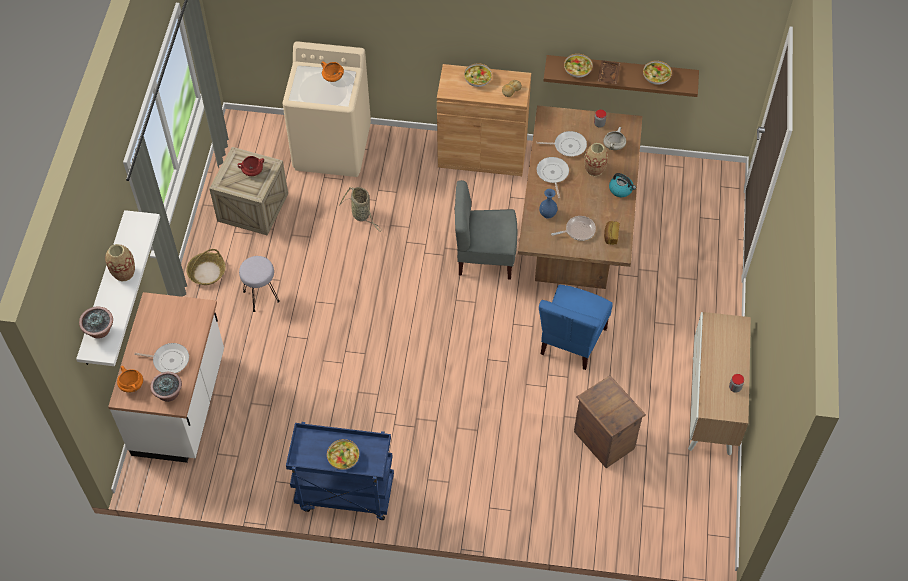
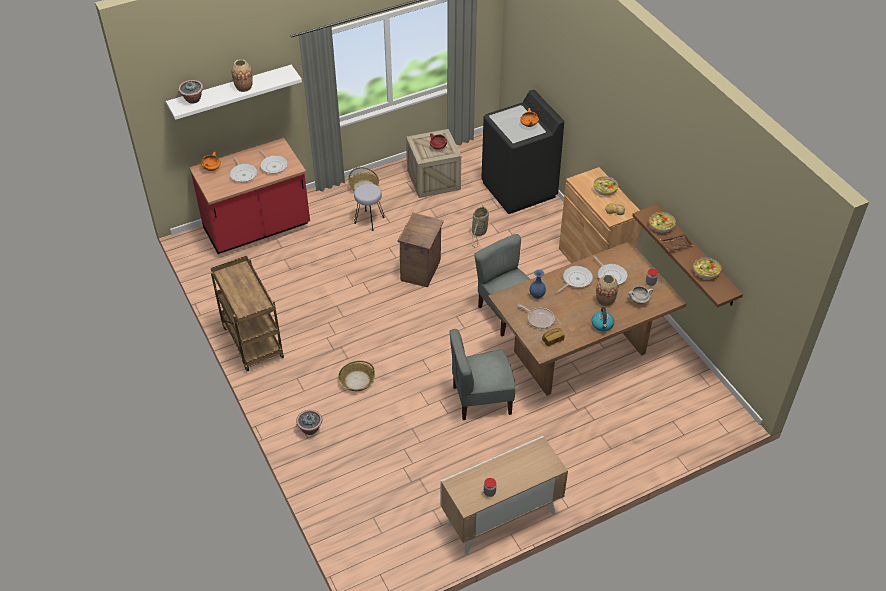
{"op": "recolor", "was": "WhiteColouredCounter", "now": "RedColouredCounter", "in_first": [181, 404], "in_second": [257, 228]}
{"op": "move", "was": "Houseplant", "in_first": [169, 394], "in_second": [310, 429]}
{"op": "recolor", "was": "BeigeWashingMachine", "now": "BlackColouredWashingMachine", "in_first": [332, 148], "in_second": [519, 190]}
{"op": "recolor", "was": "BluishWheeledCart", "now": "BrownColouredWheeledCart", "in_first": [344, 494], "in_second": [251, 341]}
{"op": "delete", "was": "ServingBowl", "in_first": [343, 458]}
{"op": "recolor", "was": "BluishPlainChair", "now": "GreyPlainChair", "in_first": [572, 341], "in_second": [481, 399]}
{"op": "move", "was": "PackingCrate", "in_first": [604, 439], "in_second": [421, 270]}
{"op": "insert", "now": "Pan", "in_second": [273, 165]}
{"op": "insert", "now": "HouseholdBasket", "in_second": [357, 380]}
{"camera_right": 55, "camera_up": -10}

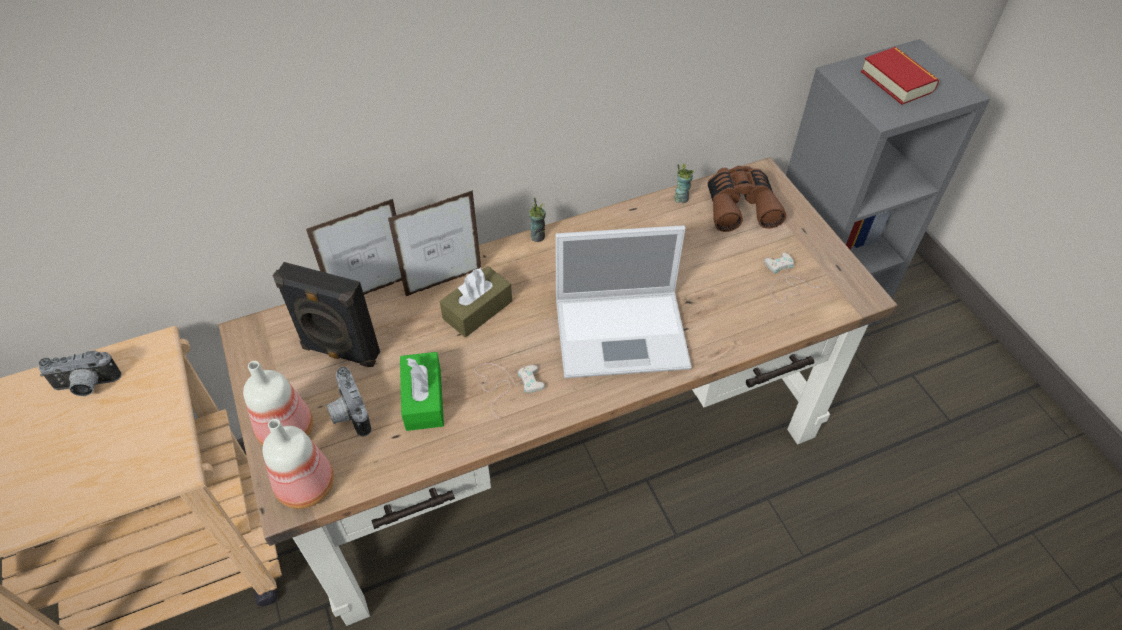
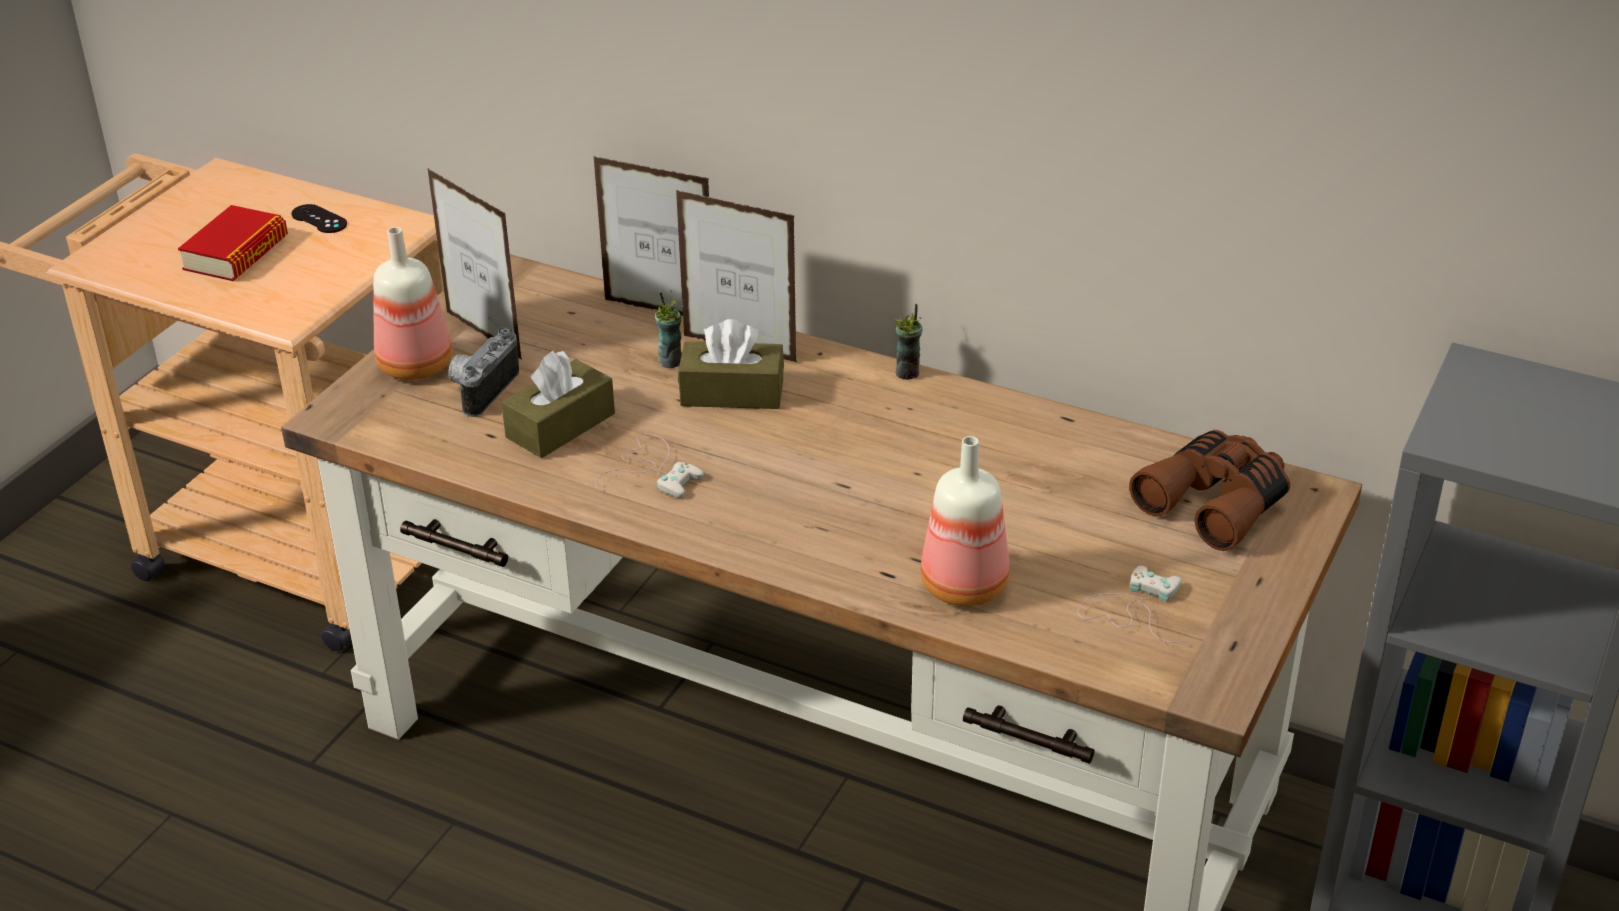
{"op": "replace", "was": "StillCamera", "now": "BlackColouredGamepad", "in_first": [87, 387], "in_second": [319, 219]}
{"op": "move", "was": "BeverageBottle", "in_first": [304, 484], "in_second": [963, 584]}
{"op": "delete", "was": "BlackColouredAudioSpeaker", "in_first": [339, 352]}
{"op": "recolor", "was": "GreenColouredTissueHolder", "now": "BrownColouredTissueHolder", "in_first": [423, 399], "in_second": [560, 425]}
{"op": "delete", "was": "Laptop", "in_first": [624, 332]}
{"op": "move", "was": "SmallCup", "in_first": [681, 198], "in_second": [670, 361]}
{"op": "move", "was": "BoundBook", "in_first": [897, 81], "in_second": [236, 253]}
{"op": "insert", "now": "PhotoFrame", "in_second": [483, 335]}
{"camera_right": 50, "camera_up": -15}

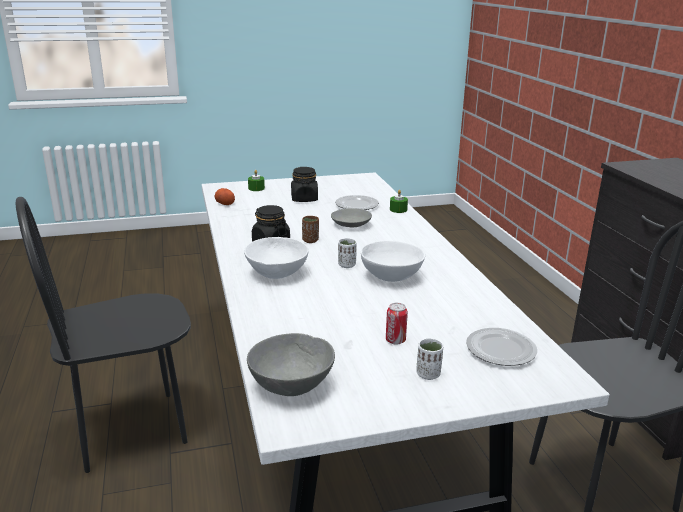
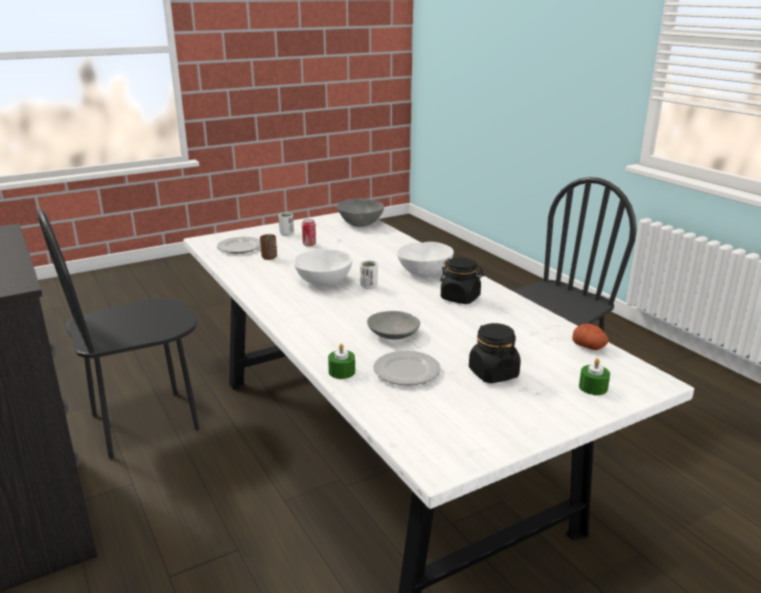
{"op": "move", "was": "BrownColouredSmallCup", "in_first": [310, 240], "in_second": [269, 257]}
{"camera_right": 165, "camera_up": 0}

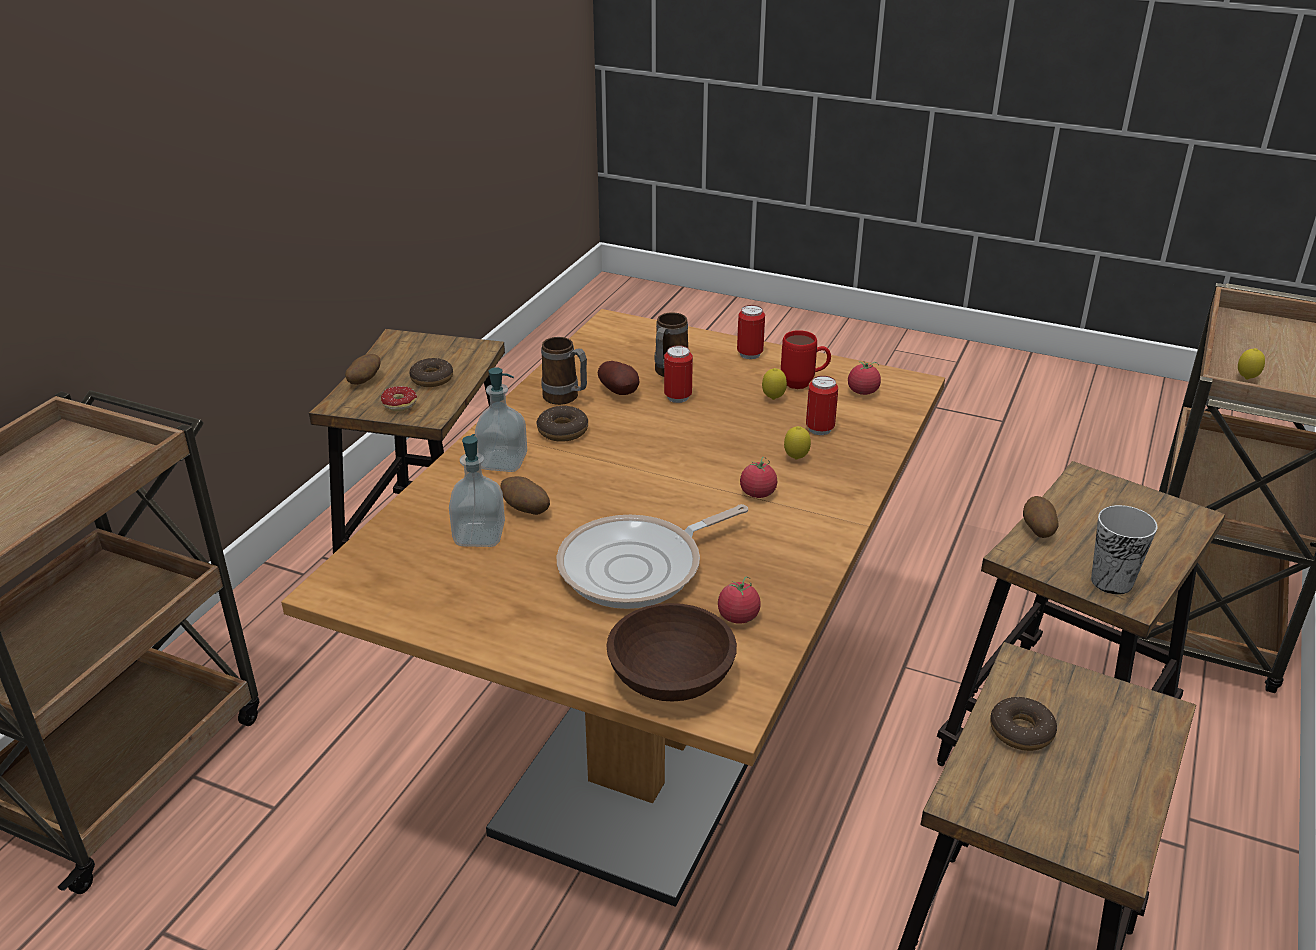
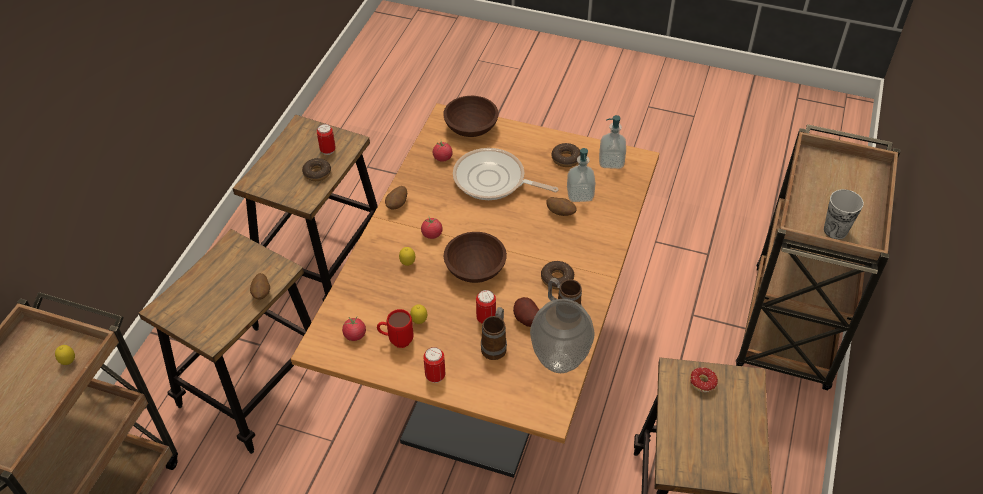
{"op": "move", "was": "WholePotato", "in_first": [364, 381], "in_second": [397, 205]}
{"op": "move", "was": "Donut", "in_first": [432, 379], "in_second": [566, 158]}
{"op": "move", "was": "LiquidSoapBottle", "in_first": [503, 462], "in_second": [611, 161]}
{"op": "rotate", "was": "Pan", "in_first": [638, 568], "in_second": [493, 181], "clockwise": -120}
{"op": "move", "was": "MetalCan", "in_first": [819, 429], "in_second": [328, 150]}
{"op": "move", "was": "SmallCup", "in_first": [1111, 581], "in_second": [835, 230]}
{"op": "insert", "now": "BrownColouredServingBowl", "in_second": [474, 269]}
{"op": "insert", "now": "FlowerVase", "in_second": [559, 361]}
{"camera_right": 175, "camera_up": 15}

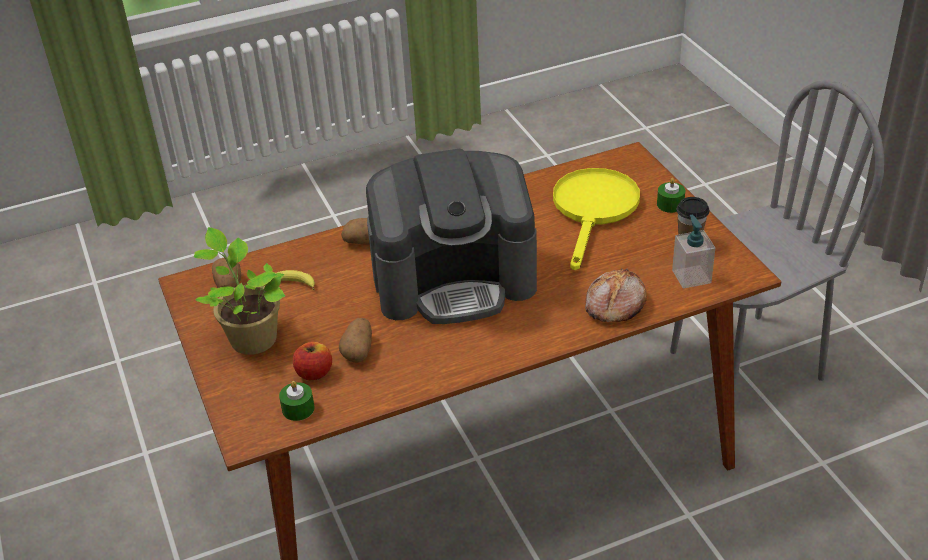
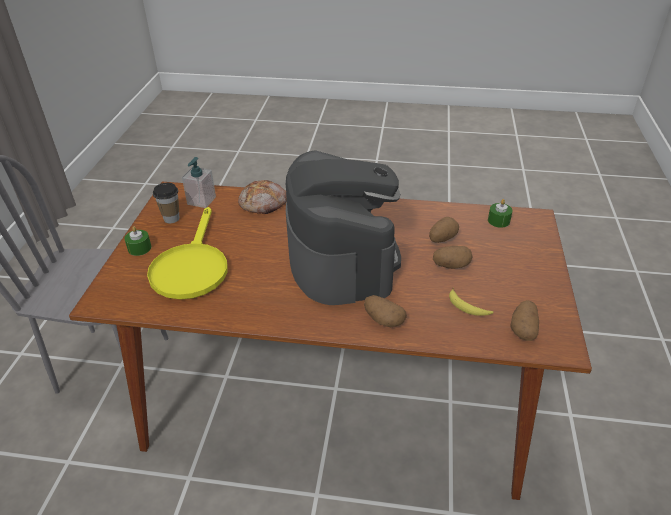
{"op": "delete", "was": "Houseplant", "in_first": [251, 338]}
{"op": "delete", "was": "AppleFruit", "in_first": [314, 373]}
{"op": "rotate", "was": "CoffeeBrewer", "in_first": [454, 279], "in_second": [341, 258], "clockwise": 60}
{"op": "rotate", "was": "YellowPan", "in_first": [594, 210], "in_second": [191, 267], "clockwise": -45}
{"op": "insert", "now": "WholePotato", "in_second": [451, 265]}
{"camera_right": -150, "camera_up": 0}

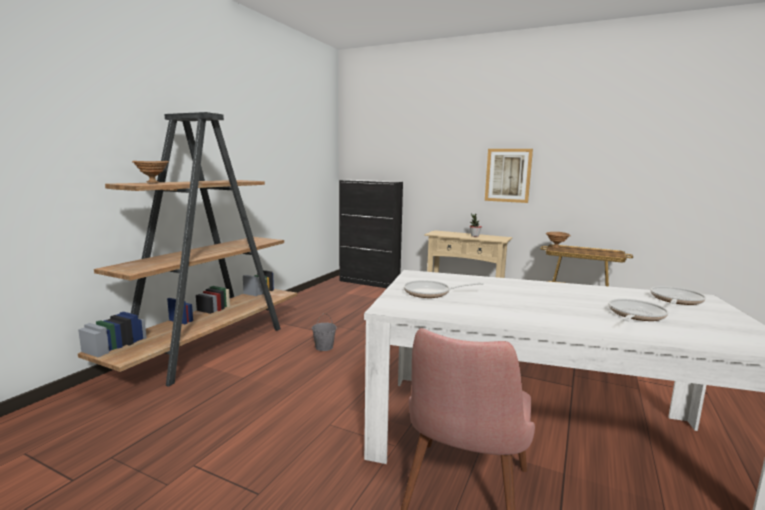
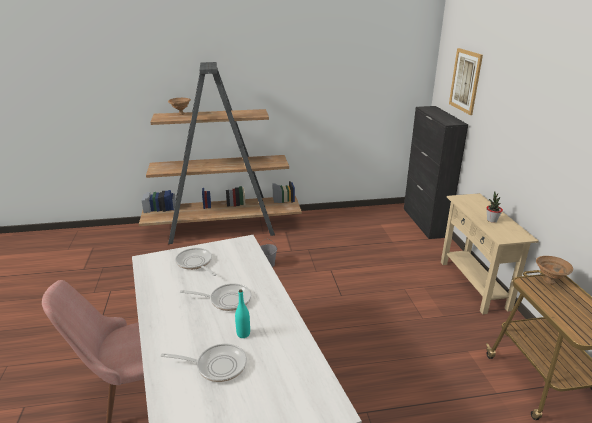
{"op": "move", "was": "WallArt", "in_first": [508, 175], "in_second": [465, 81]}
{"op": "move", "was": "Pan", "in_first": [675, 300], "in_second": [226, 300]}
{"op": "insert", "now": "TurquoiseColouredBeverageBottle", "in_second": [243, 334]}
{"camera_right": 55, "camera_up": 15}

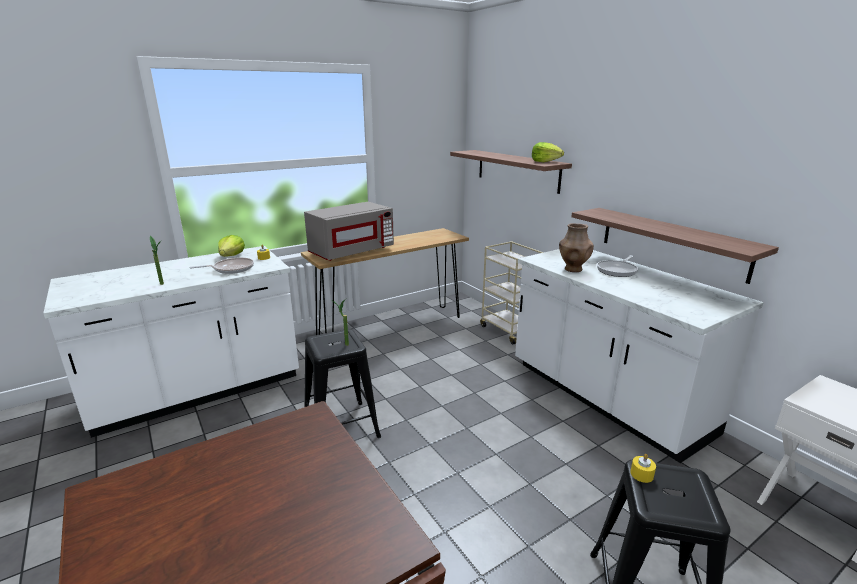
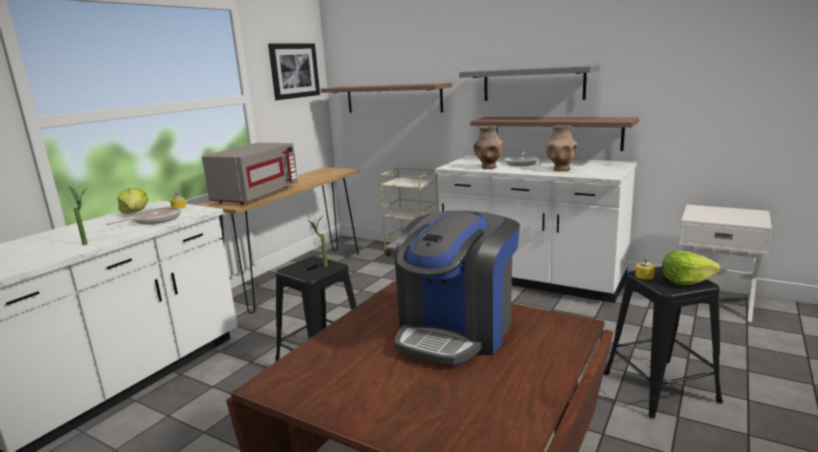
{"op": "move", "was": "HeadOfLettuce", "in_first": [545, 162], "in_second": [685, 281]}
{"op": "insert", "now": "WallArt", "in_second": [294, 71]}
{"op": "insert", "now": "CoffeeBrewer", "in_second": [456, 330]}
{"op": "insert", "now": "GreyWallShelf", "in_second": [533, 84]}
{"op": "insert", "now": "BrownColouredFlowerVase", "in_second": [561, 169]}
{"camera_right": -25, "camera_up": -5}

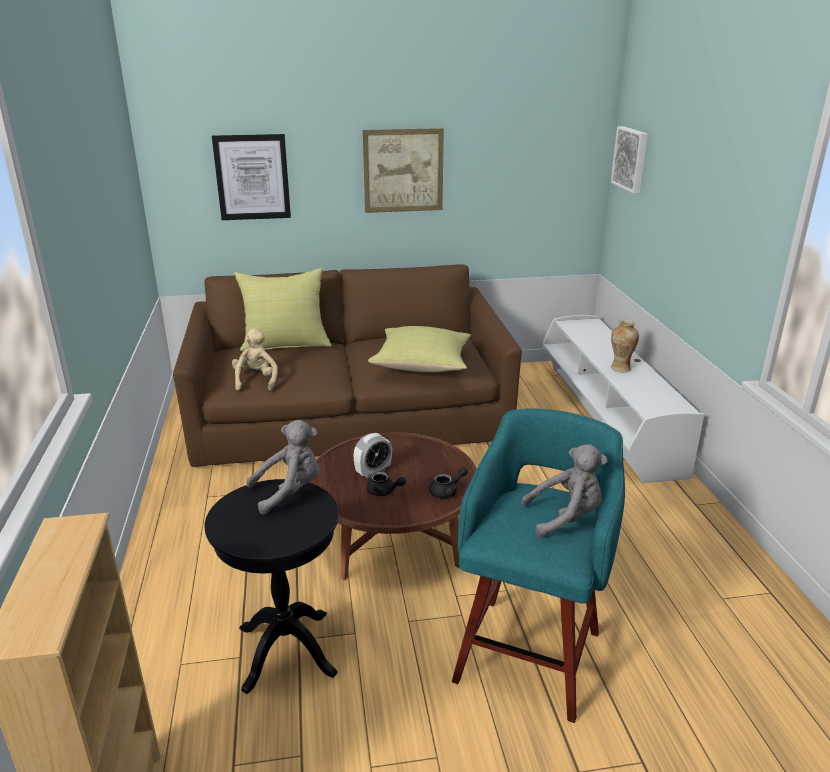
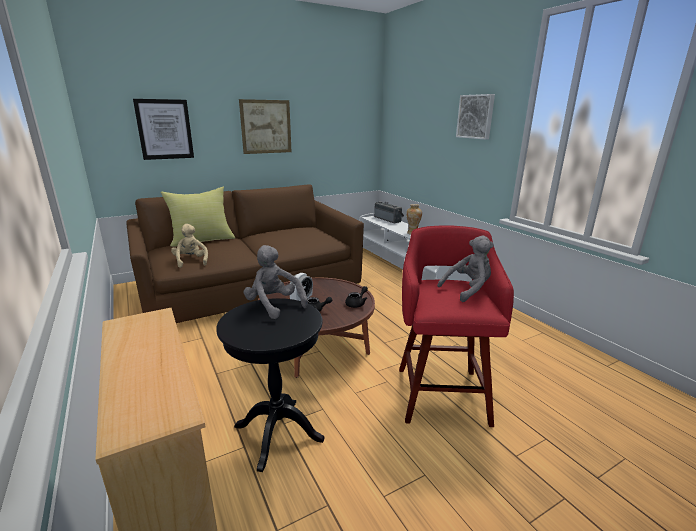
{"op": "rotate", "was": "GreyCuddlyToy", "in_first": [290, 492], "in_second": [274, 305], "clockwise": -90}
{"op": "delete", "was": "YellowThrowPillow", "in_first": [423, 365]}
{"op": "recolor", "was": "TurquoiseColouredStoolSeat", "now": "RedColouredStoolSeat", "in_first": [530, 652], "in_second": [441, 392]}
{"op": "move", "was": "WallArt", "in_first": [631, 159], "in_second": [476, 116]}
{"op": "insert", "now": "Radio", "in_second": [388, 219]}
{"camera_right": -20, "camera_up": -5}

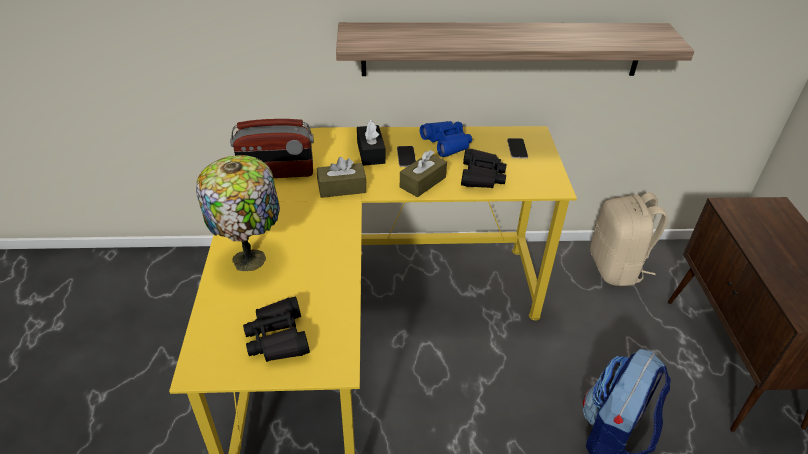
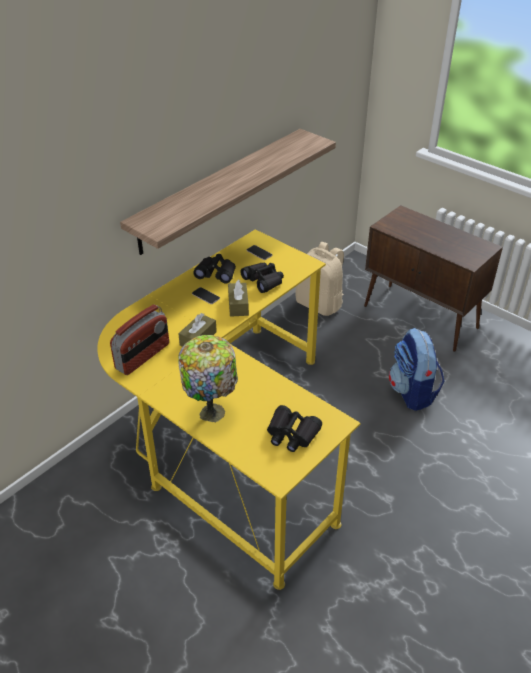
{"op": "delete", "was": "BlackColouredTissueHolder", "in_first": [371, 152]}
{"op": "recolor", "was": "BluishPairOfBinoculars", "now": "BlackColouredPairOfBinoculars", "in_first": [446, 143], "in_second": [216, 273]}
{"camera_right": -45, "camera_up": 0}

